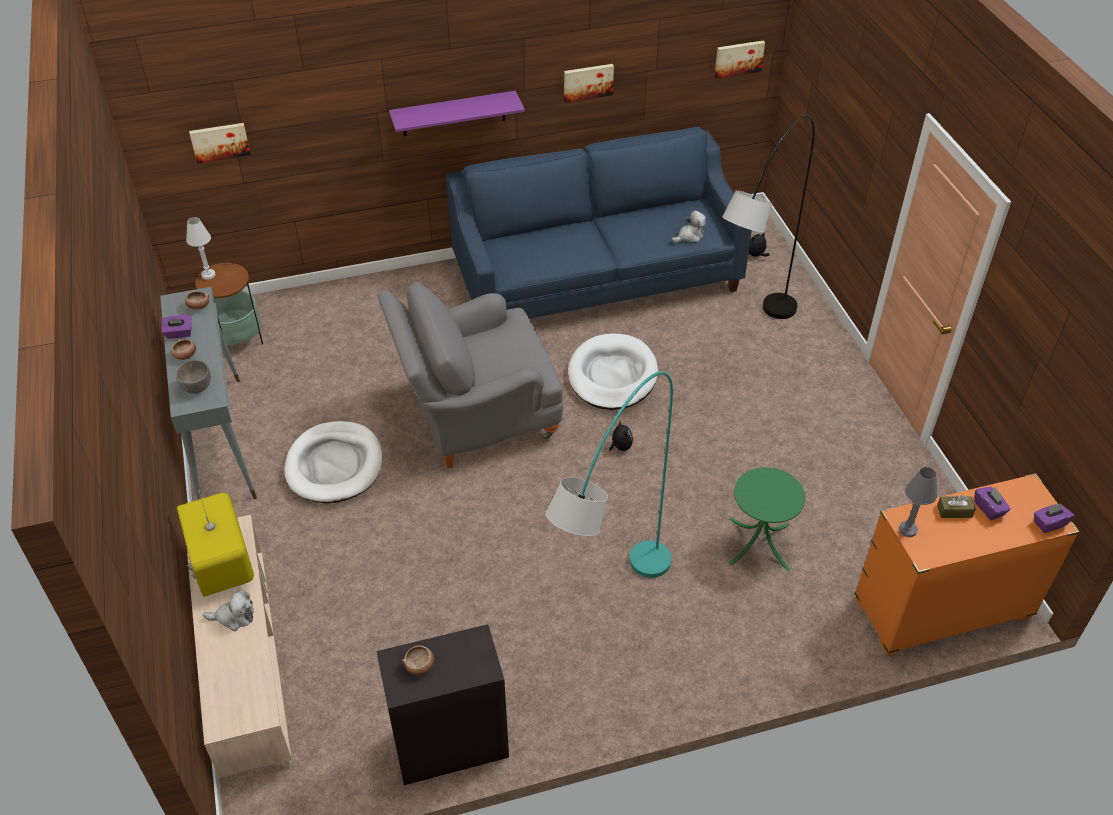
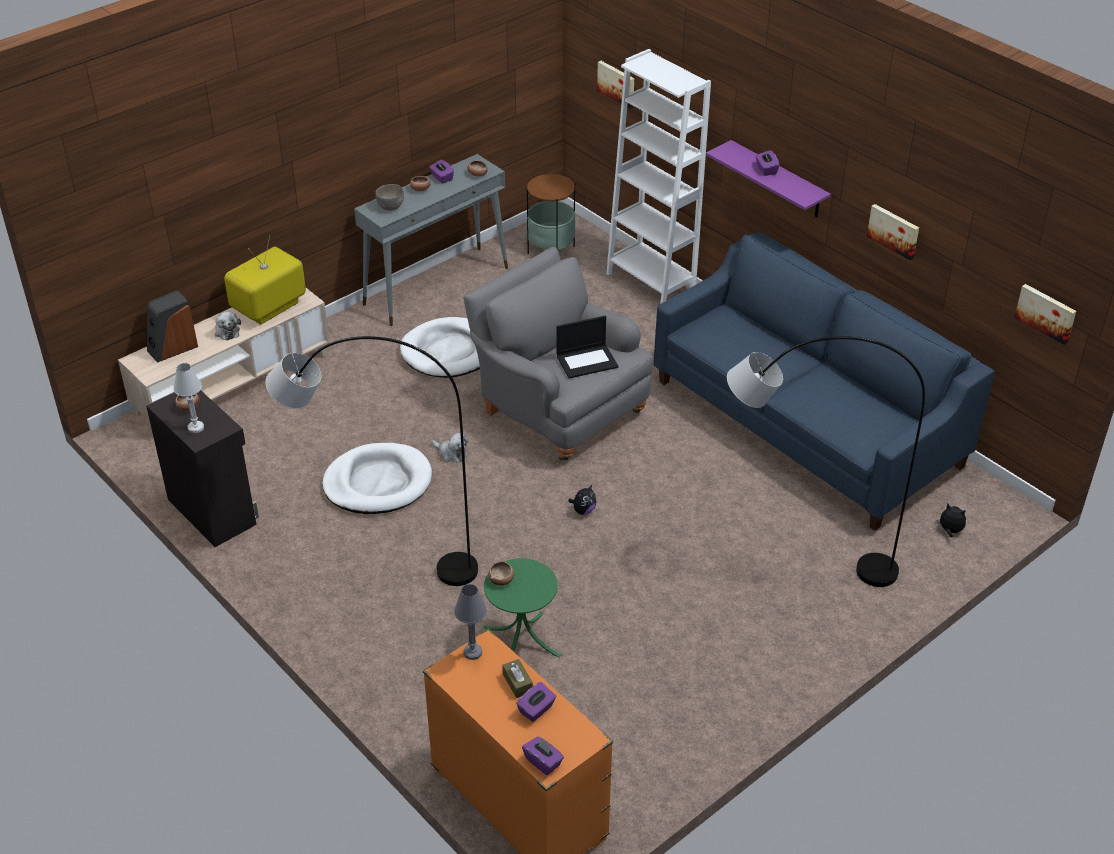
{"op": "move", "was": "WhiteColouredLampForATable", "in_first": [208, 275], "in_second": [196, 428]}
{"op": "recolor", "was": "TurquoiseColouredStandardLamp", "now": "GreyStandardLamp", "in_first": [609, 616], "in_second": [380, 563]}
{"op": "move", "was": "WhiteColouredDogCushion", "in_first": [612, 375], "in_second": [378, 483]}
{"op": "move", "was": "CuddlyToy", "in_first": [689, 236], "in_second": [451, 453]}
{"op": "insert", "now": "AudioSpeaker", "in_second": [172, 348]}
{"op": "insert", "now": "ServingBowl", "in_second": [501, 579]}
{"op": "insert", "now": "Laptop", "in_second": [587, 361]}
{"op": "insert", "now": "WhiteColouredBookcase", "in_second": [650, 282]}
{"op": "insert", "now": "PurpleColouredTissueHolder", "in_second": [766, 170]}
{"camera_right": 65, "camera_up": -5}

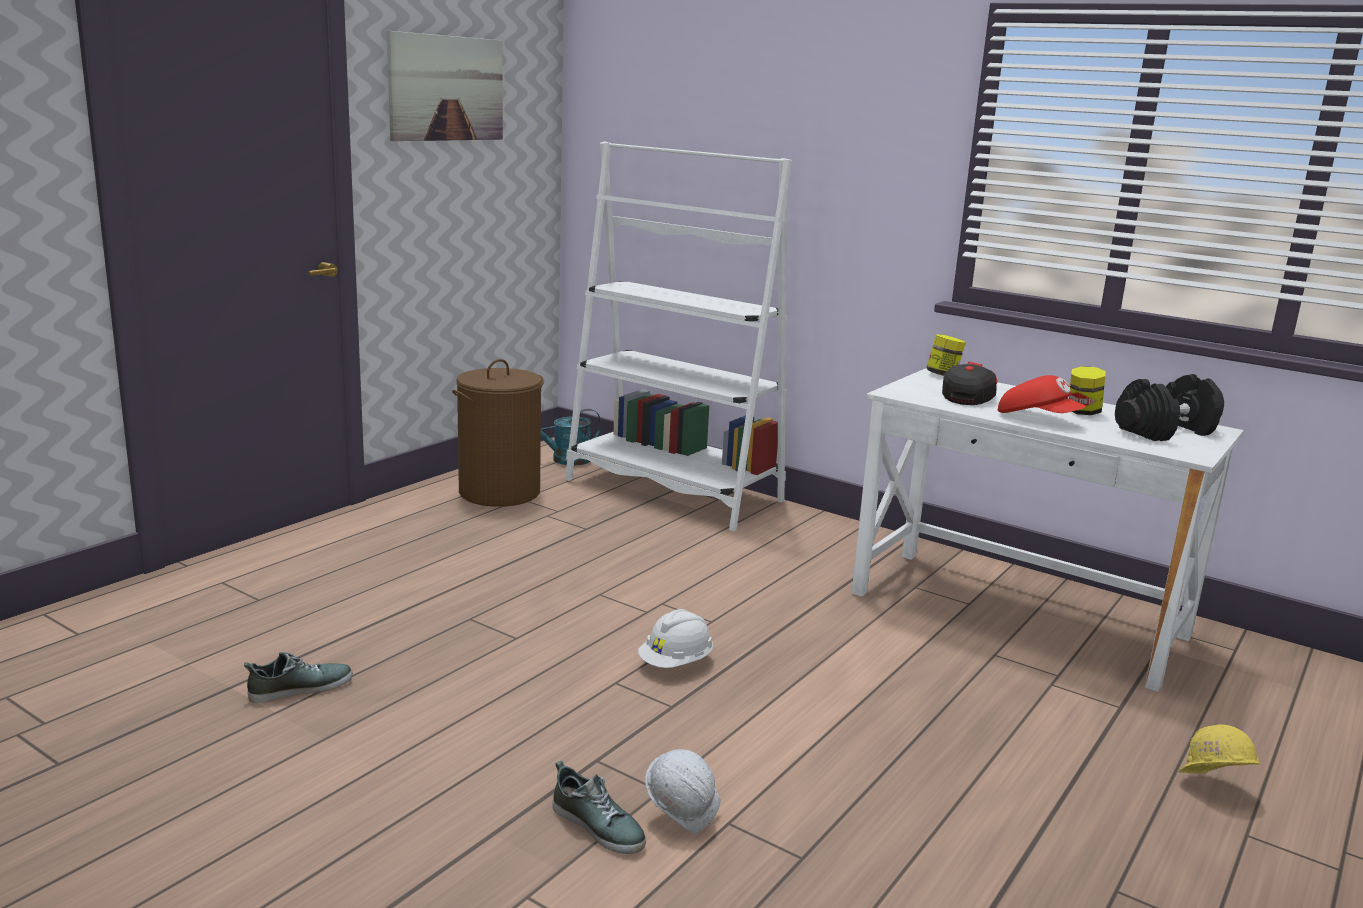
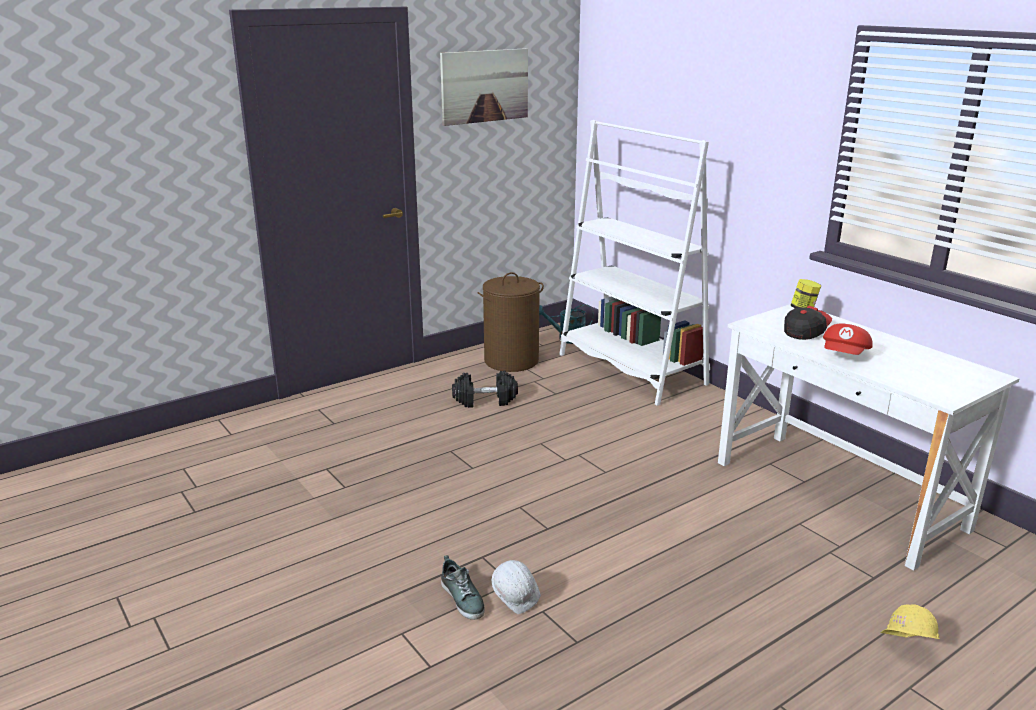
{"op": "delete", "was": "Shoe", "in_first": [300, 688]}
{"op": "delete", "was": "WhiteColouredHardHat", "in_first": [676, 663]}
{"op": "rotate", "was": "RedColouredBaseballCap", "in_first": [1038, 419], "in_second": [845, 355], "clockwise": 60}
{"op": "delete", "was": "StorageJar", "in_first": [1083, 412]}
{"op": "move", "was": "BlackColouredFreeWeight", "in_first": [1165, 431], "in_second": [485, 401]}
{"camera_right": 20, "camera_up": 5}

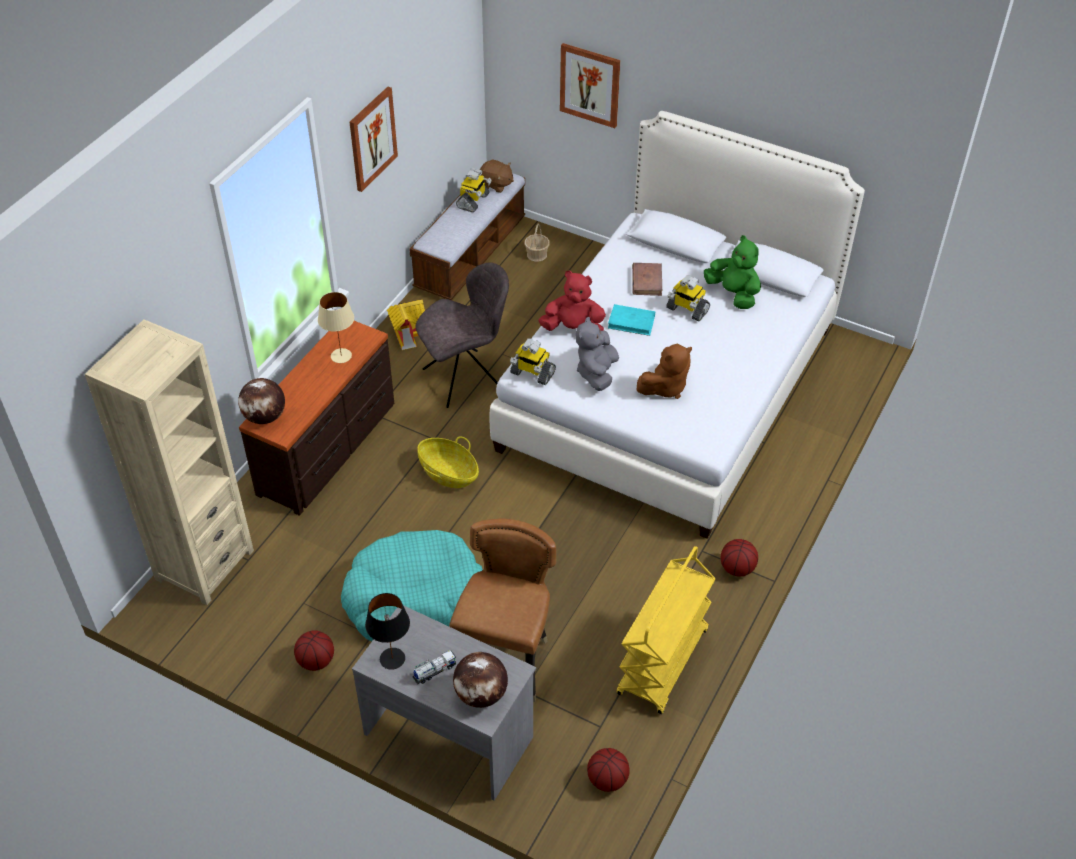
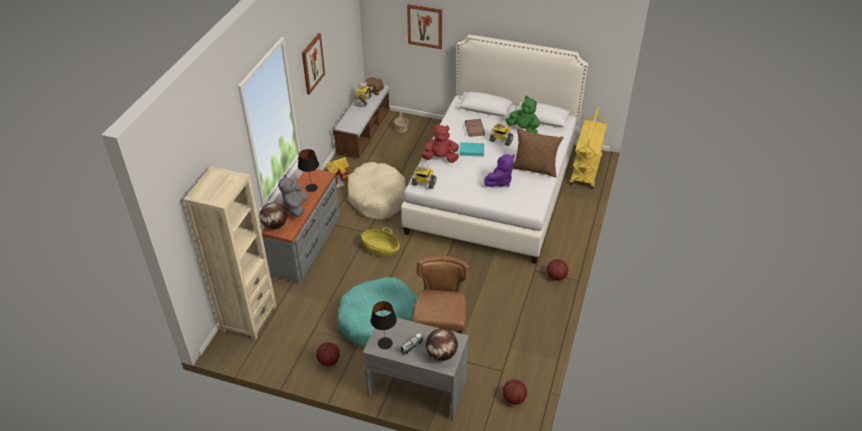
{"op": "recolor", "was": "BrownColouredChestOfDrawers", "now": "GreyChestOfDrawers", "in_first": [329, 448], "in_second": [307, 245]}
{"op": "recolor", "was": "BeigeLampForATable", "now": "BlackColouredLampForATable", "in_first": [341, 356], "in_second": [311, 188]}
{"op": "replace", "was": "GreyPlainChair", "now": "BeigeDogCushion", "in_first": [465, 378], "in_second": [377, 198]}
{"op": "move", "was": "GreyCuddlyToy", "in_first": [596, 373], "in_second": [296, 208]}
{"op": "move", "was": "YellowWheeledCart", "in_first": [663, 663], "in_second": [586, 171]}
{"op": "recolor", "was": "BrownColouredCuddlyToy", "now": "PurpleColouredCuddlyToy", "in_first": [665, 387], "in_second": [500, 181]}
{"op": "insert", "now": "BrownColouredThrowPillow", "in_second": [535, 168]}
{"camera_right": -10, "camera_up": -5}

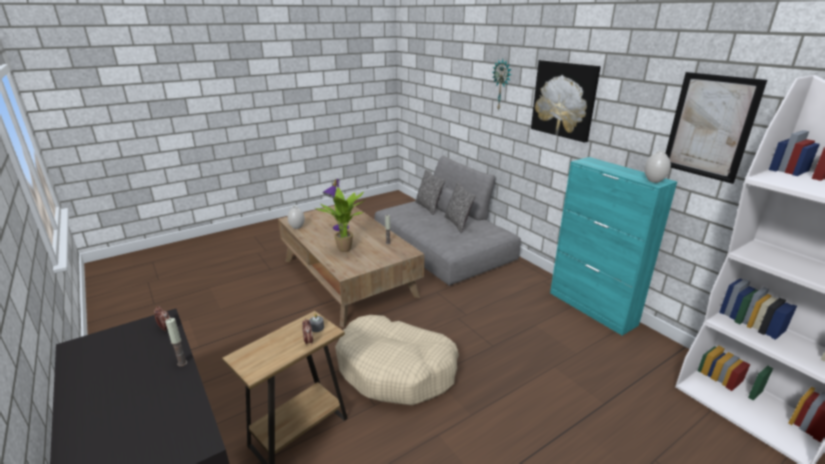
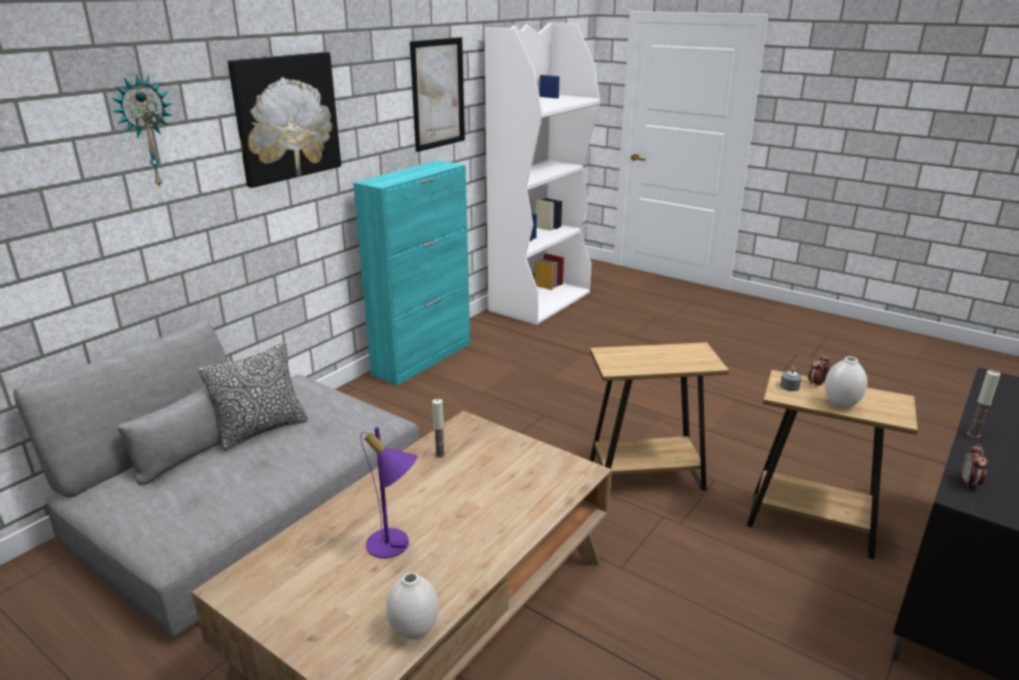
{"op": "delete", "was": "Houseplant", "in_first": [347, 250]}
{"op": "replace", "was": "BeigeDogCushion", "now": "BrownColouredSideTable", "in_first": [396, 369], "in_second": [645, 477]}
{"op": "delete", "was": "ThrowPillow", "in_first": [428, 207]}
{"op": "move", "was": "WhiteColouredFlowerVase", "in_first": [654, 181], "in_second": [840, 404]}
{"camera_right": -110, "camera_up": 0}

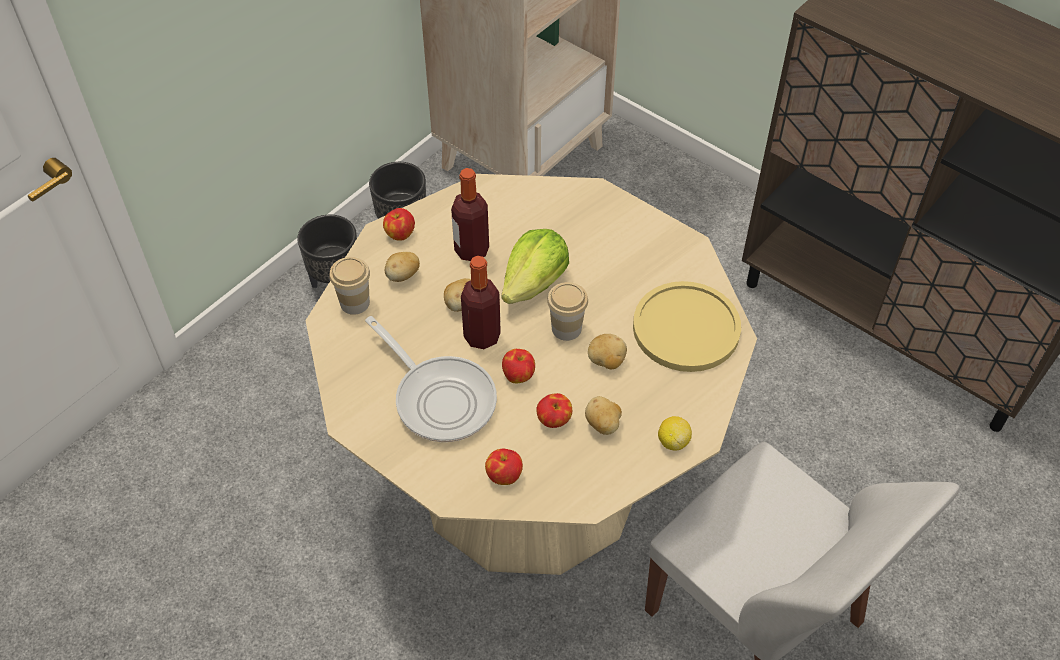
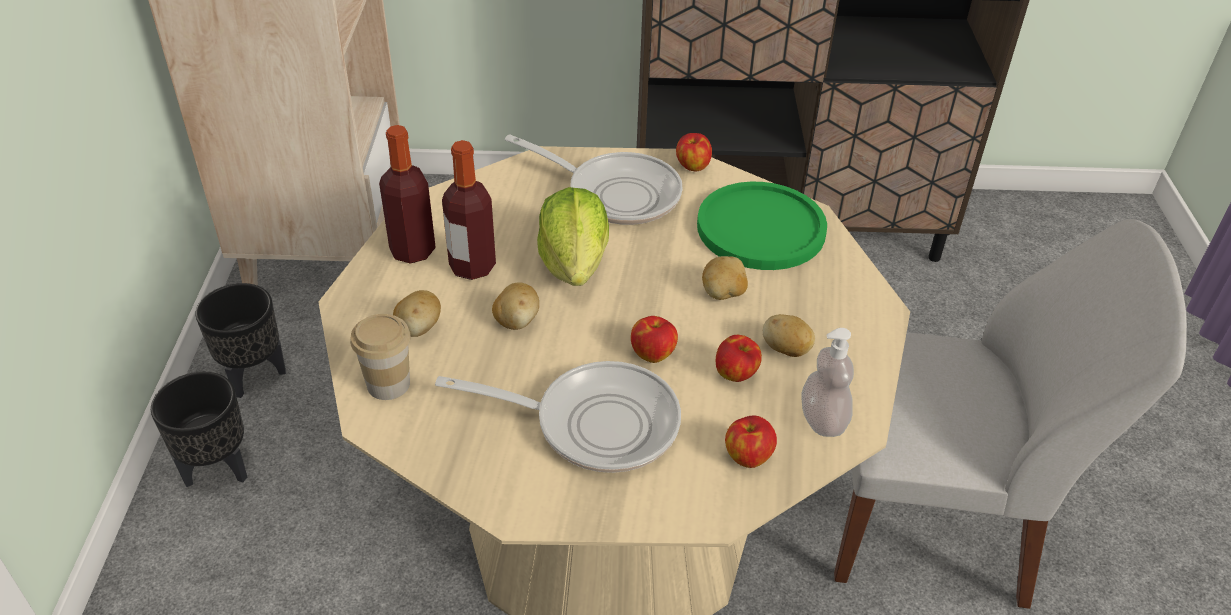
{"op": "move", "was": "AppleFruit", "in_first": [400, 234], "in_second": [692, 166]}
{"op": "move", "was": "BeverageBottle", "in_first": [482, 336], "in_second": [412, 251]}
{"op": "delete", "was": "SmallCup", "in_first": [566, 328]}
{"op": "recolor", "was": "YellowPlate", "now": "GreenColouredPlate", "in_first": [686, 328], "in_second": [761, 228]}
{"op": "delete", "was": "CitrusFruit", "in_first": [673, 441]}
{"op": "insert", "now": "Pan", "in_second": [615, 193]}
{"op": "insert", "now": "LiquidSoapBottle", "in_second": [822, 420]}
{"camera_right": -40, "camera_up": -10}

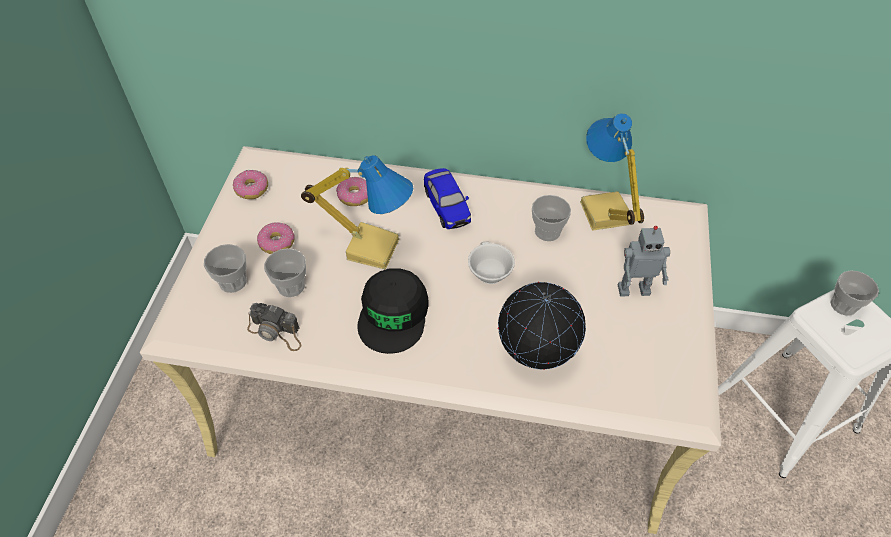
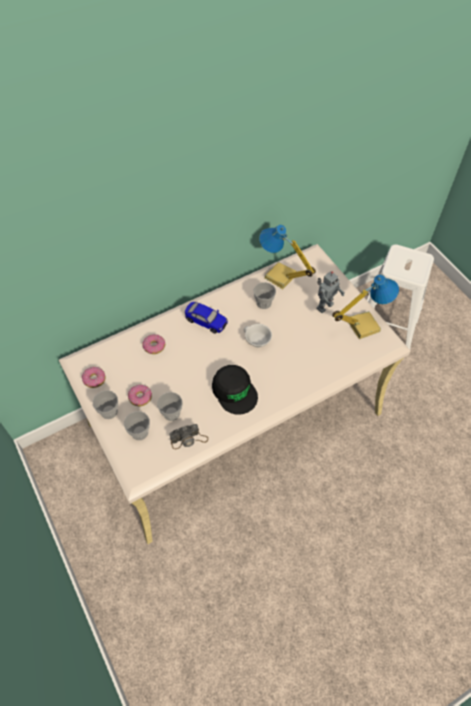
{"op": "move", "was": "LampForATable", "in_first": [373, 247], "in_second": [362, 325]}
{"op": "delete", "was": "Globe", "in_first": [535, 354]}
{"op": "move", "was": "SmallCup", "in_first": [843, 305], "in_second": [109, 411]}
{"camera_right": -40, "camera_up": 5}

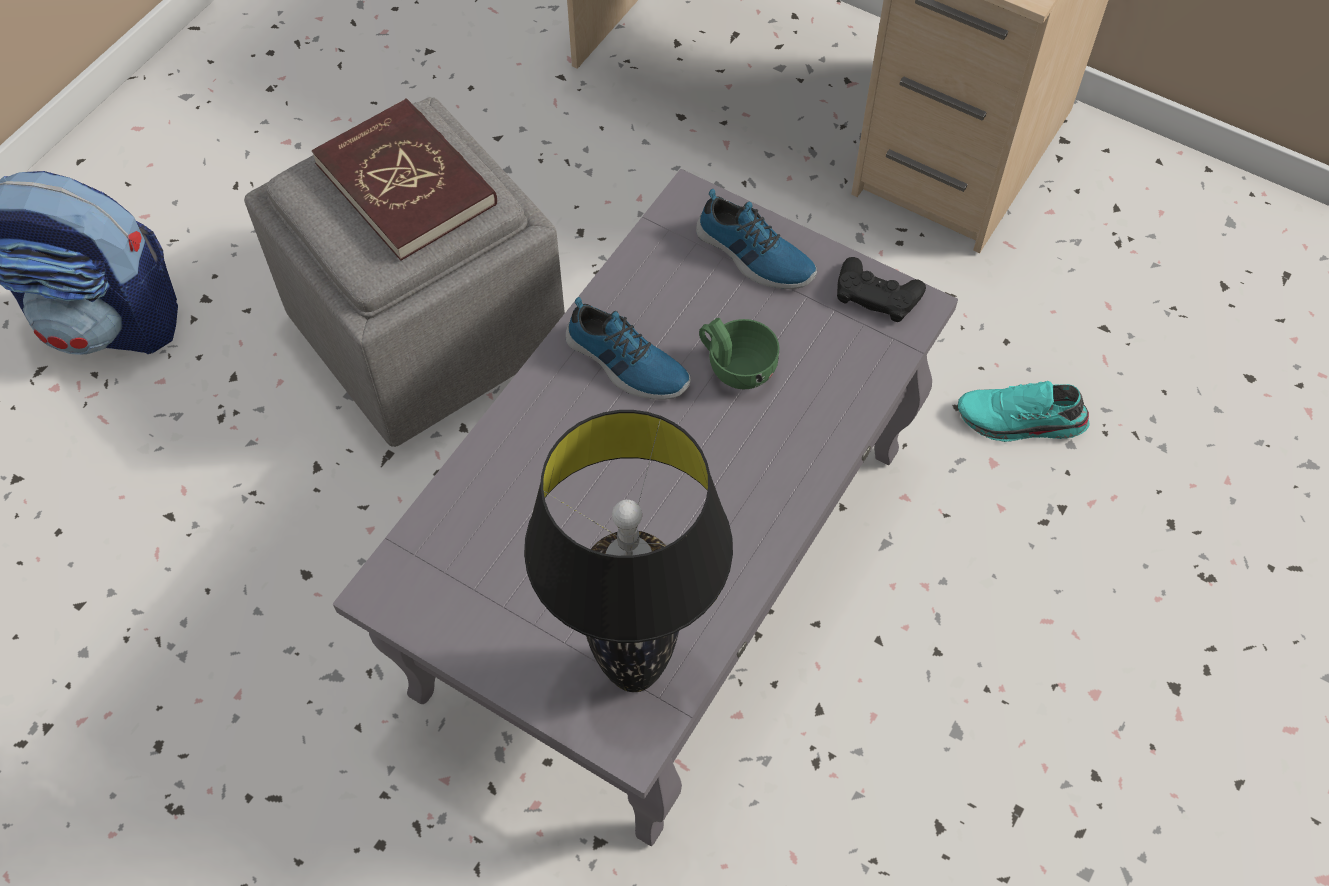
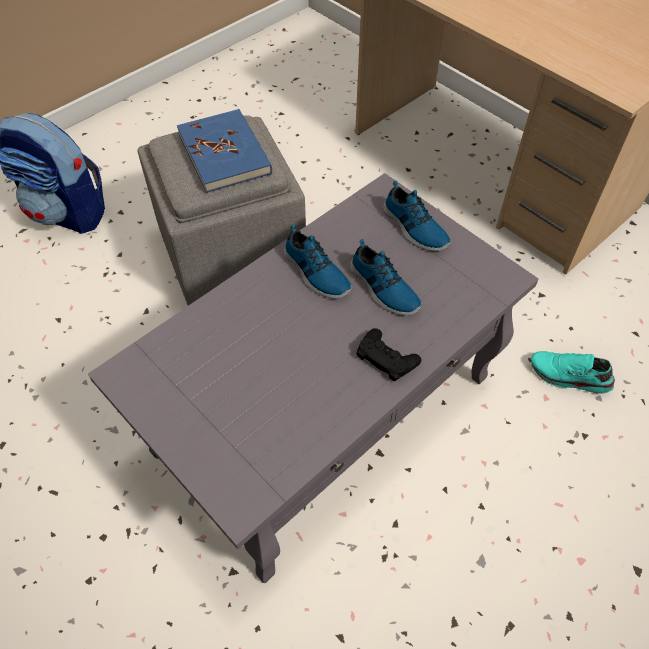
{"op": "recolor", "was": "RedColouredBoundBook", "now": "BluishBoundBook", "in_first": [406, 183], "in_second": [225, 154]}
{"op": "delete", "was": "BlackColouredLampForATable", "in_first": [633, 670]}
{"op": "replace", "was": "GreenColouredSmallCup", "now": "Shoe", "in_first": [735, 366], "in_second": [383, 289]}
{"op": "move", "was": "BlackColouredGamepad", "in_first": [877, 294], "in_second": [386, 358]}
{"camera_right": 15, "camera_up": -5}

